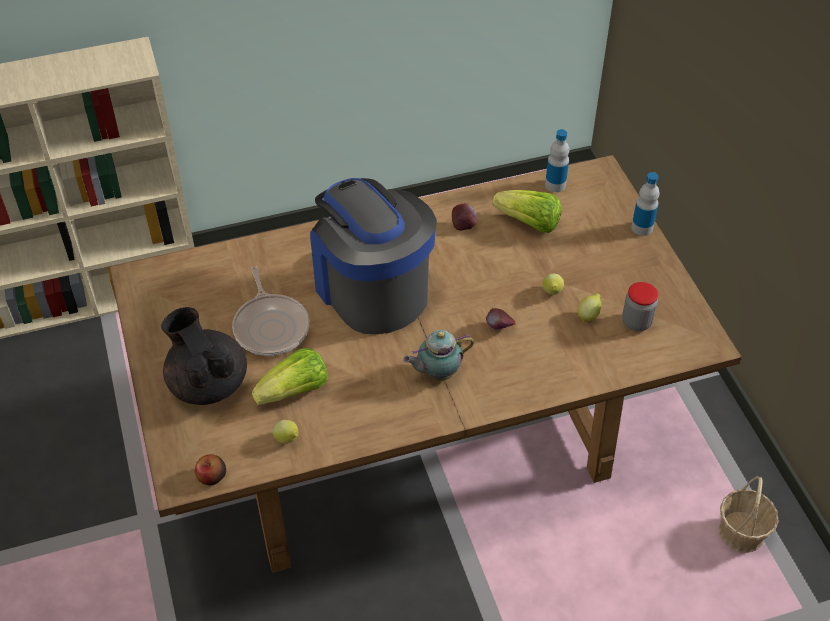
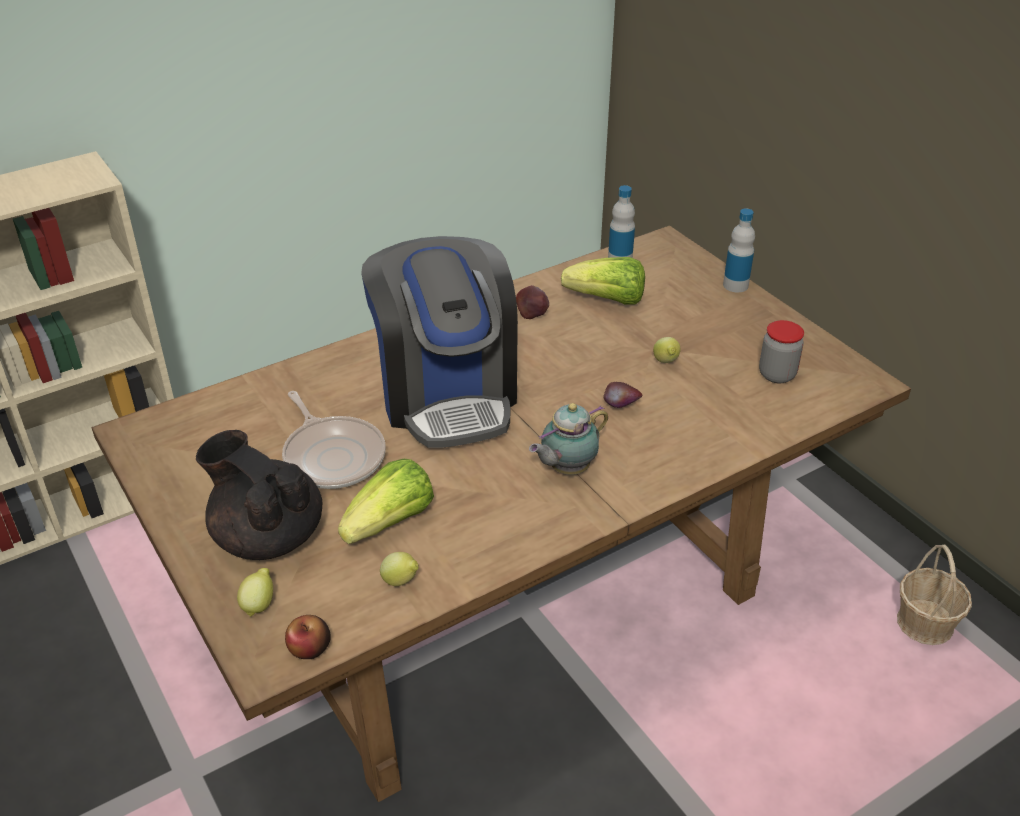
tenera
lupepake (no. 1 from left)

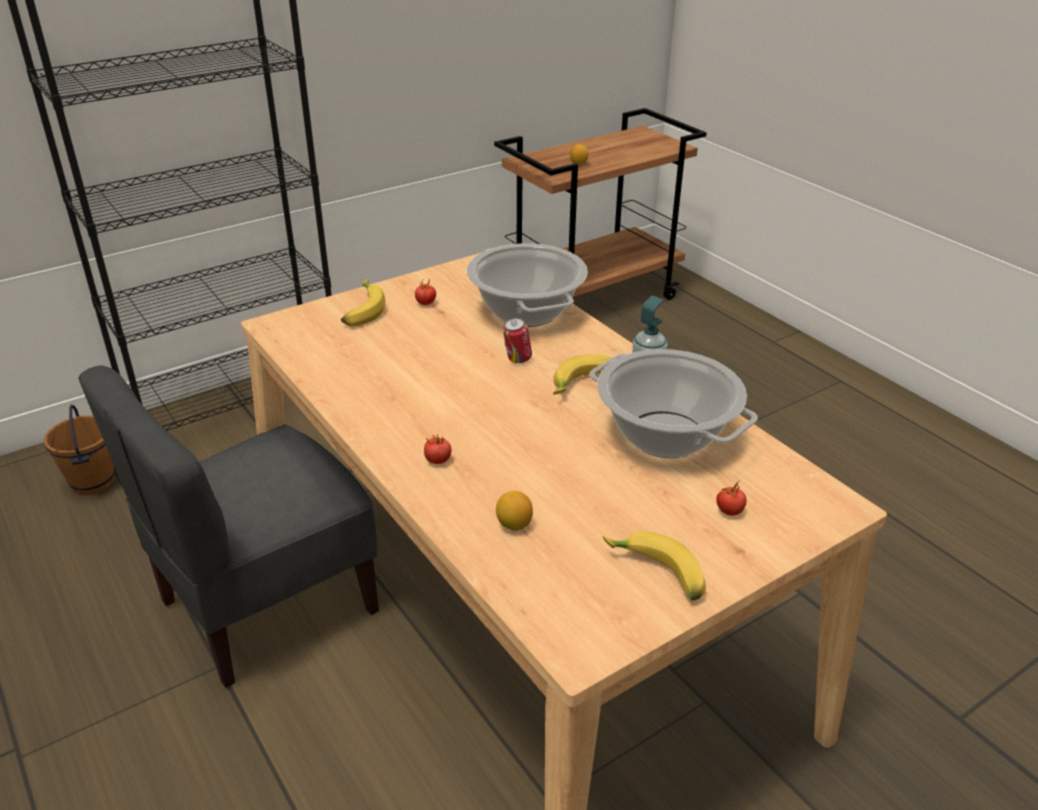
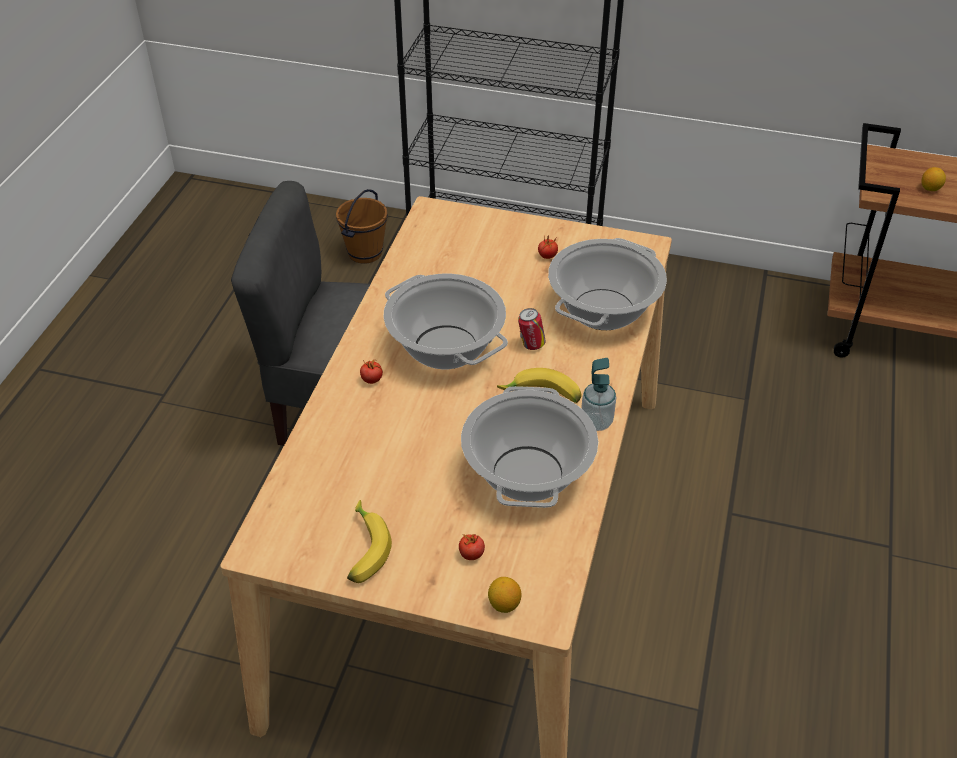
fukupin (no. 1 from left in the first image)
lupepake (no. 1 from left)
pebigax (no. 1 from left)

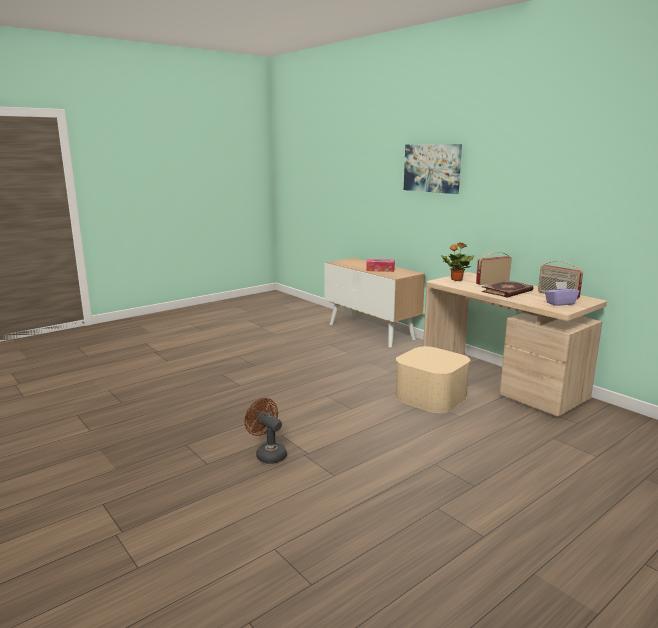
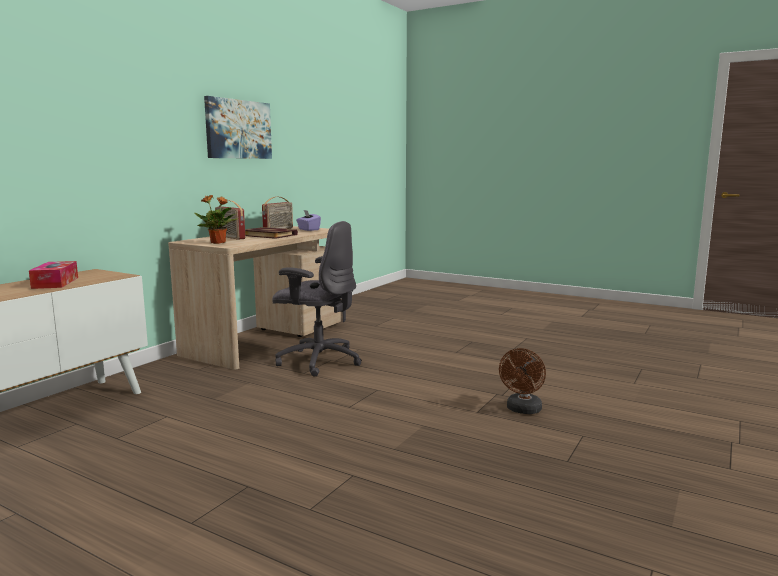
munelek
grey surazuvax

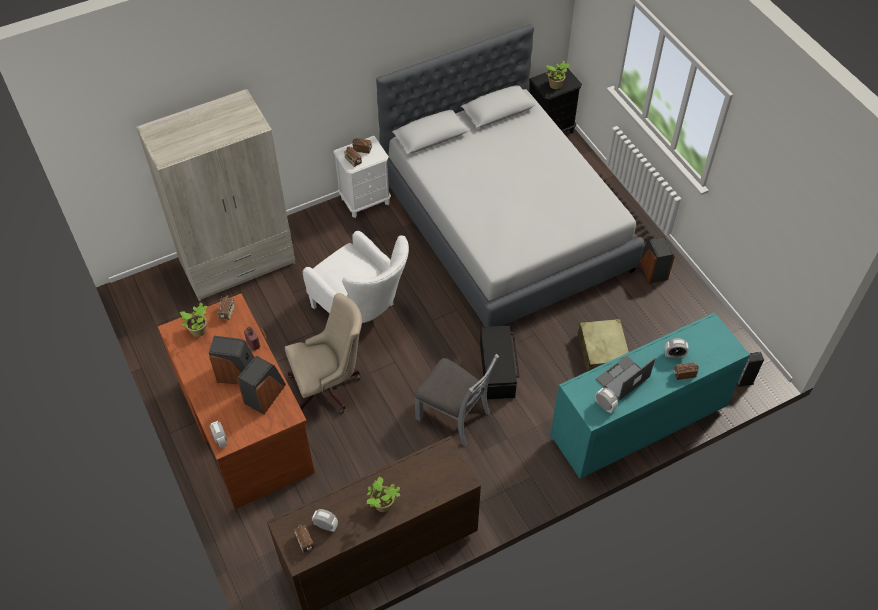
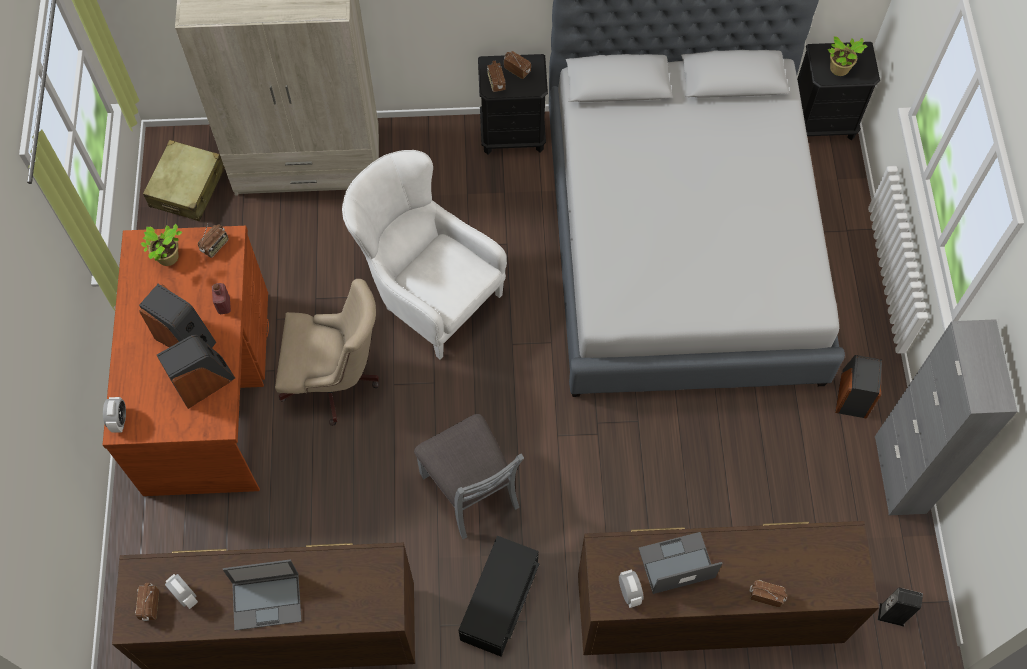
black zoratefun (no. 1 from left)
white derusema
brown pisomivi (no. 2 from left)
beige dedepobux
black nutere
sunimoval (no. 4 from left in the first image)
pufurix (no. 1 from left)
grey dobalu

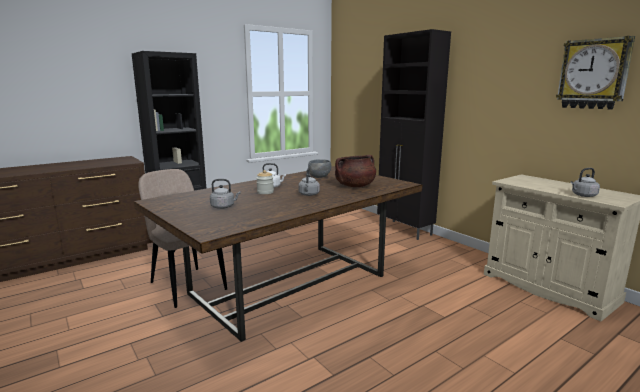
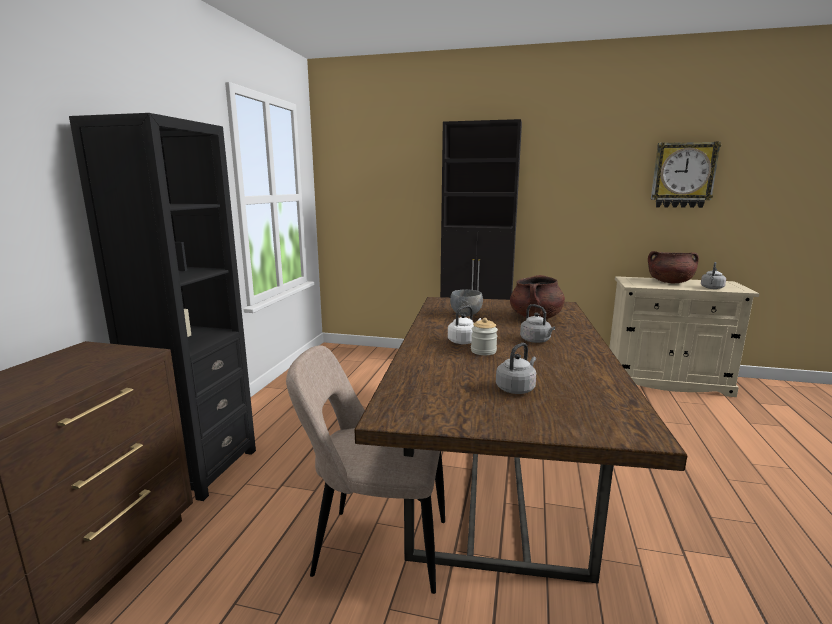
brown pebigax (no. 2 from left)

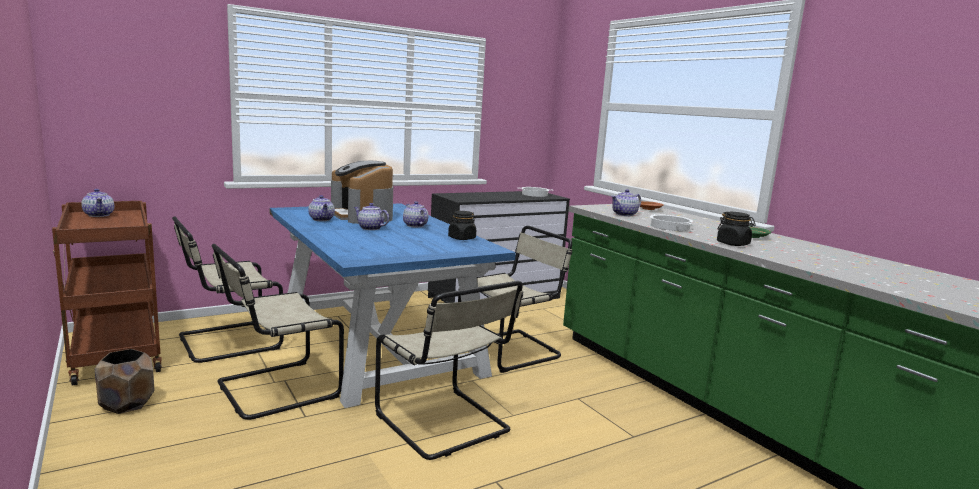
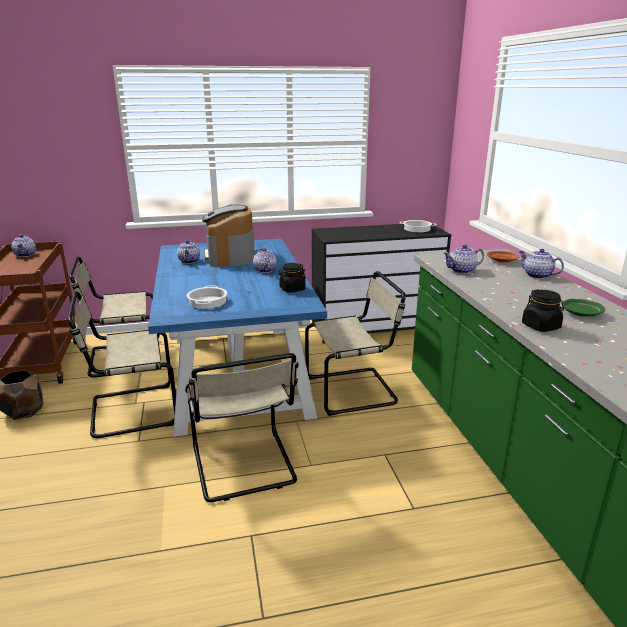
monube (no. 5 from left)
pebigax (no. 1 from left)

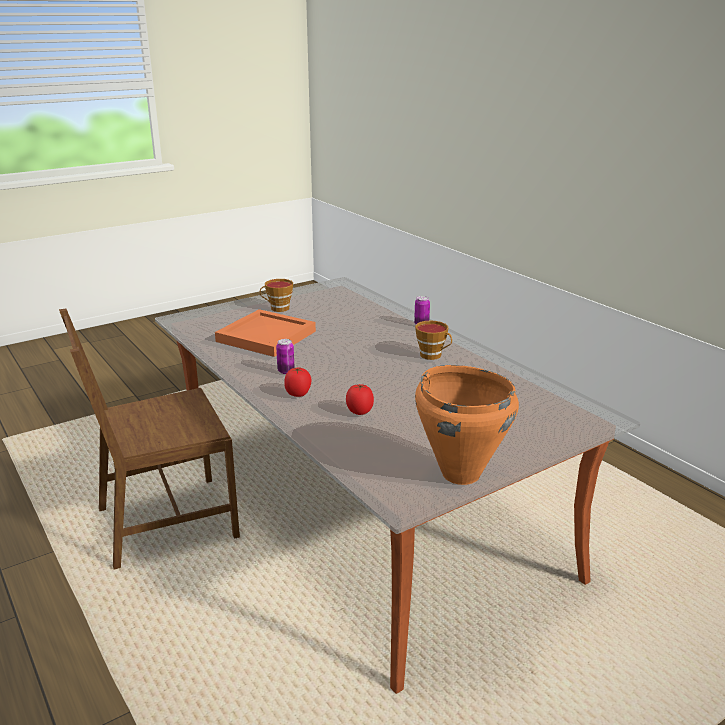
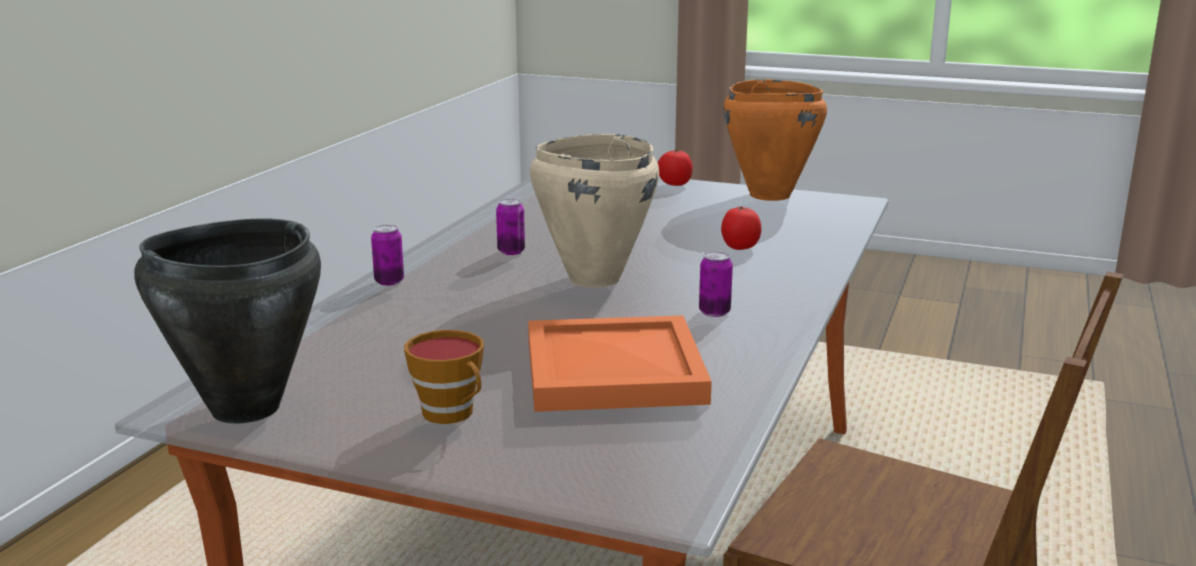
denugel (no. 2 from left)
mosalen (no. 1 from left)
beige pebigax
black pebigax

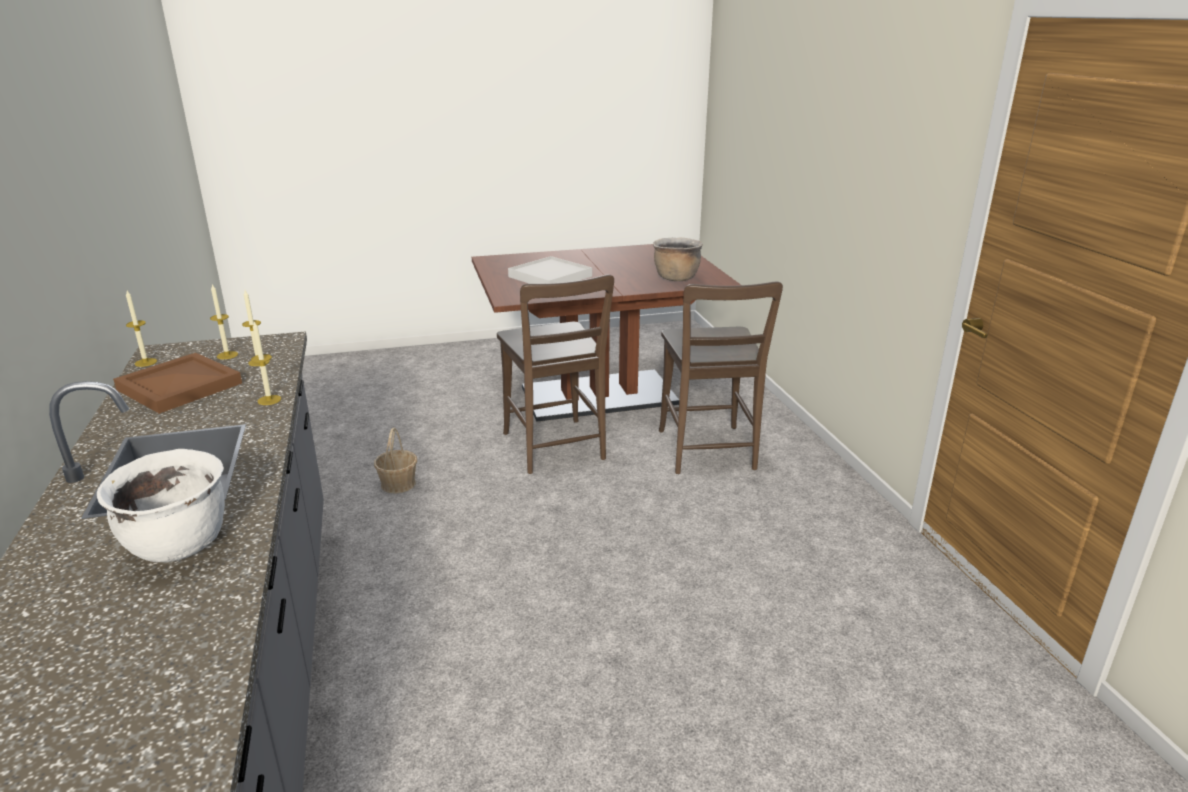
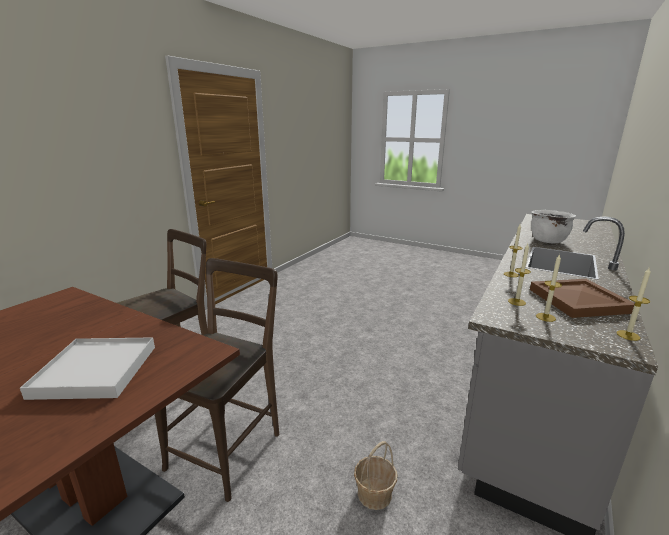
brown pebigax

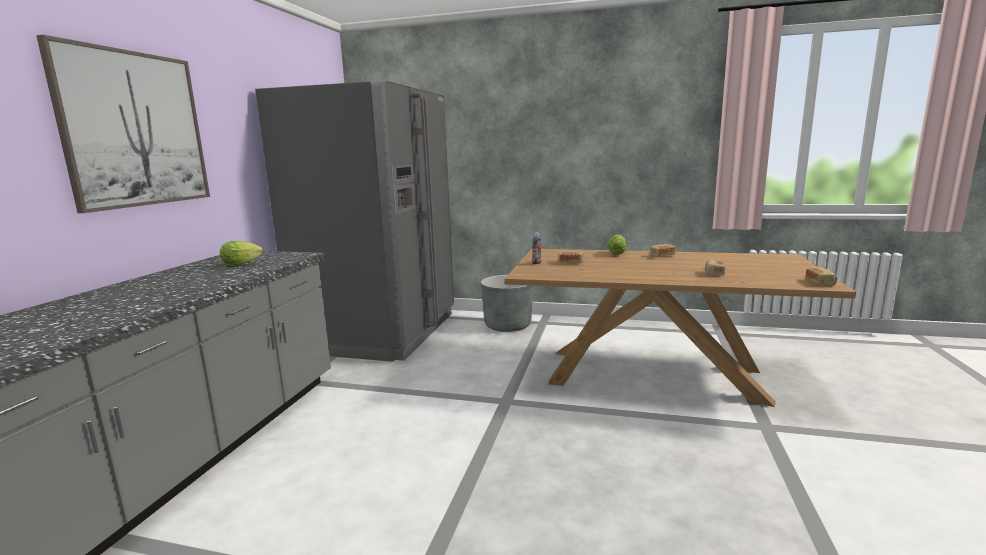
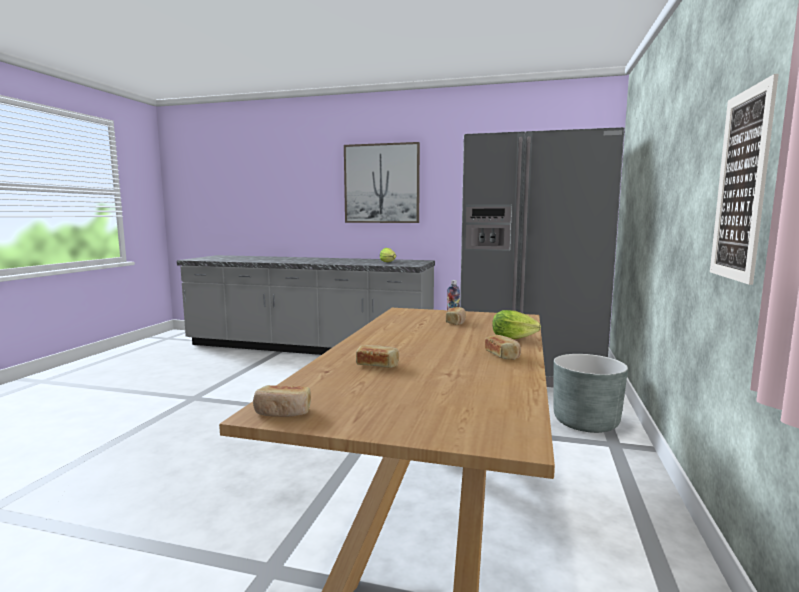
munelek (no. 2 from left)

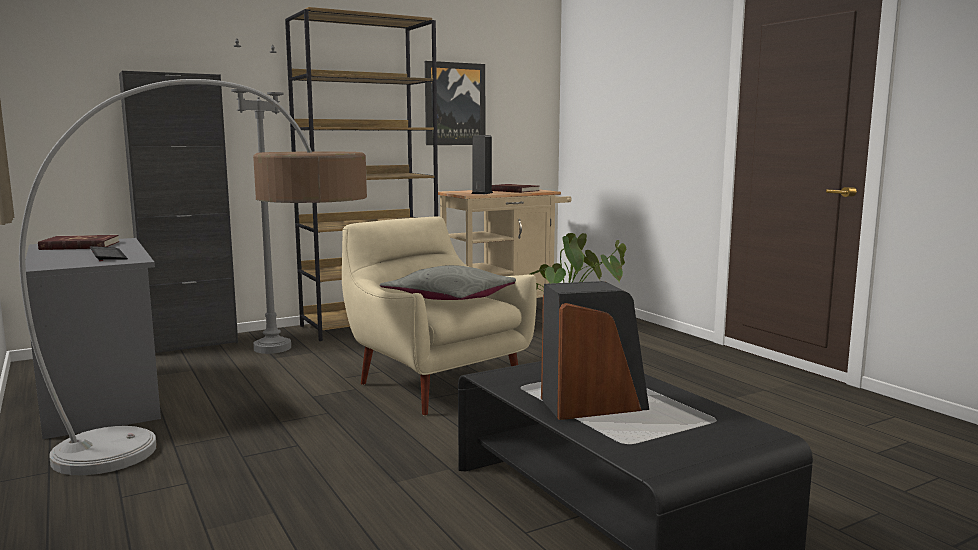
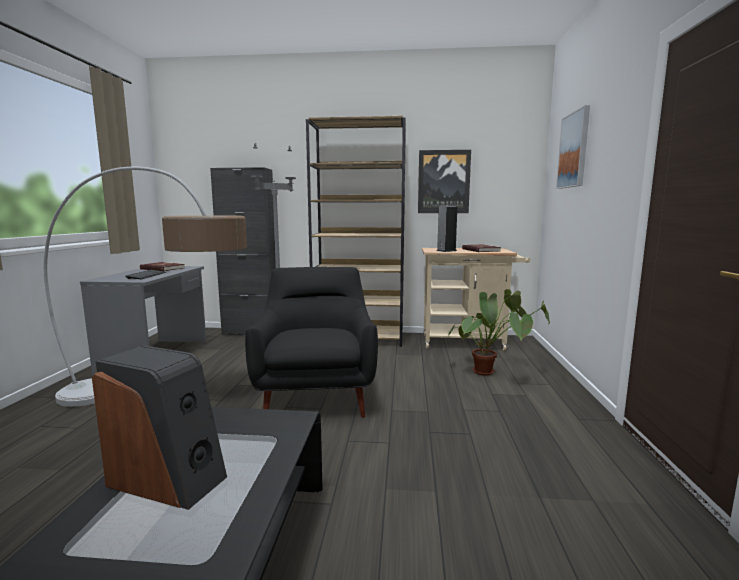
black derusema
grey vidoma
munelek (no. 2 from left)

